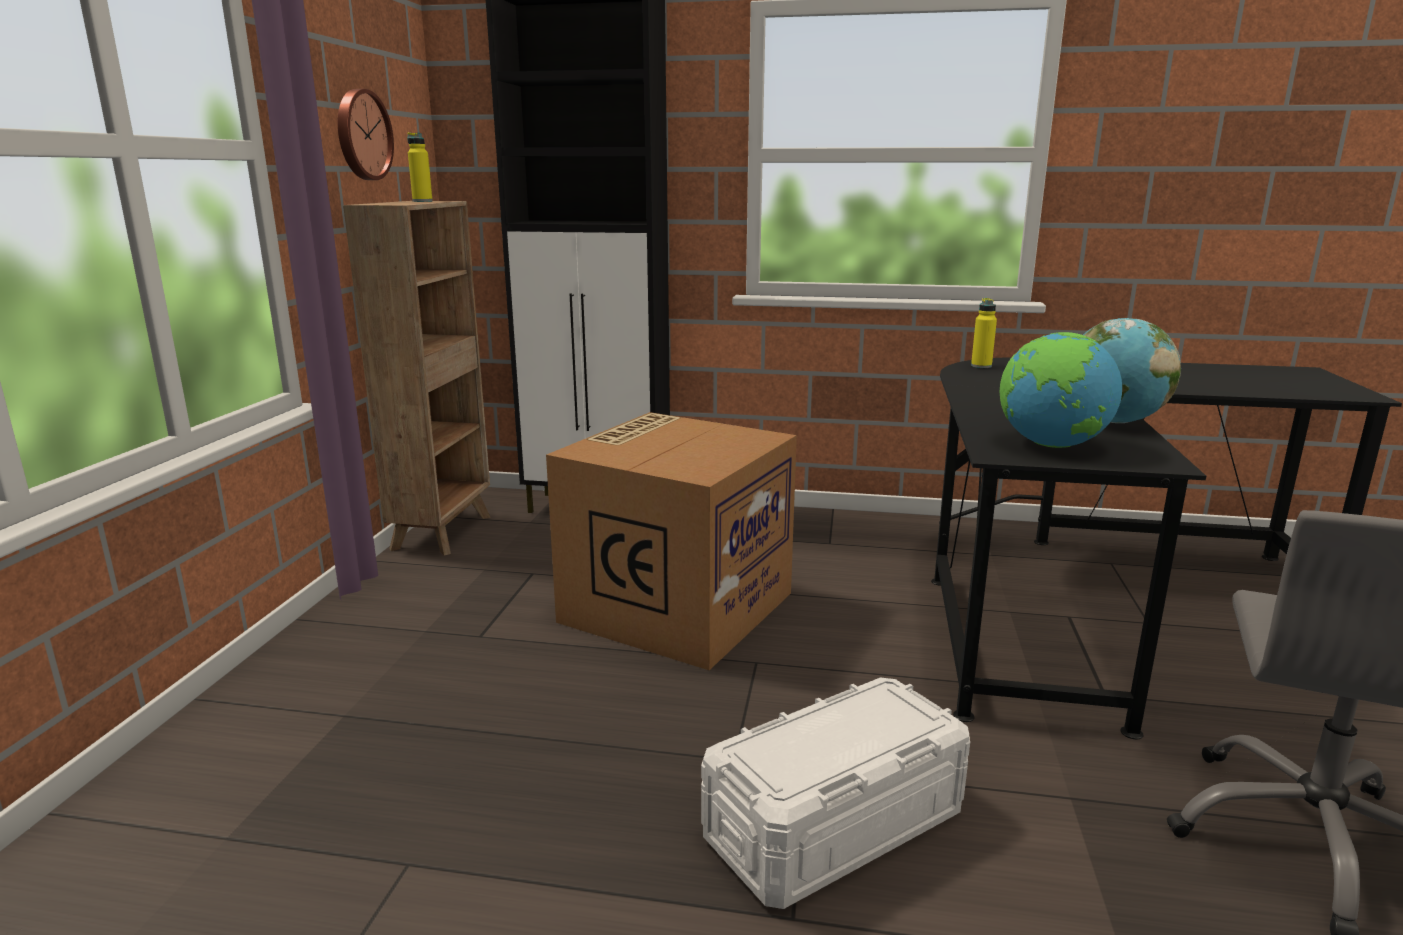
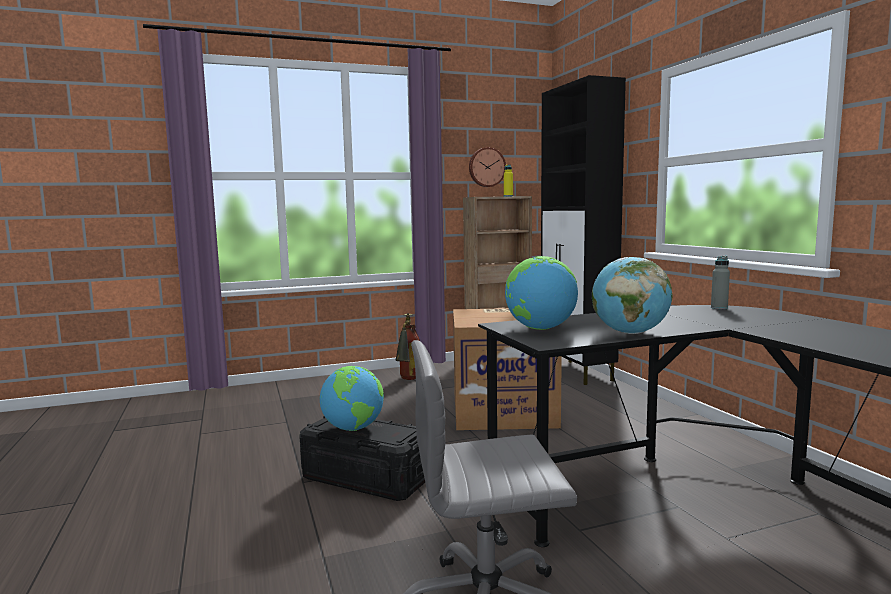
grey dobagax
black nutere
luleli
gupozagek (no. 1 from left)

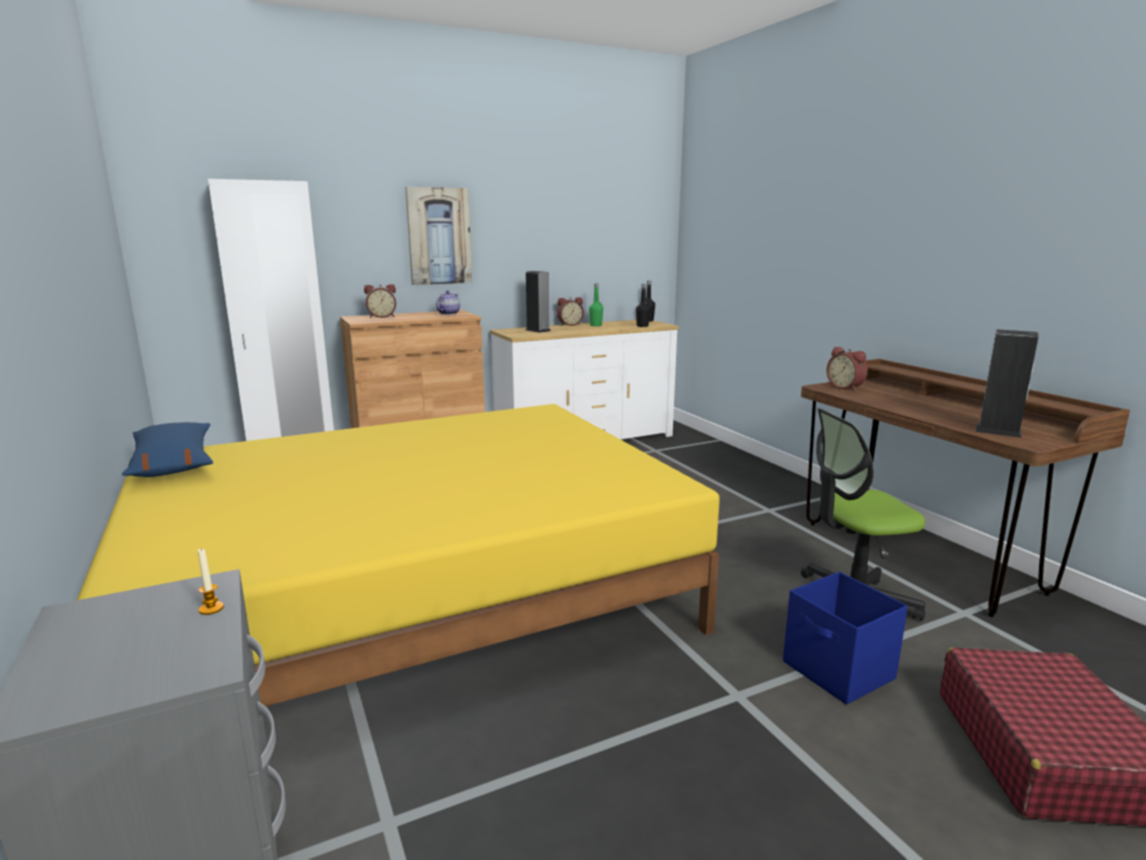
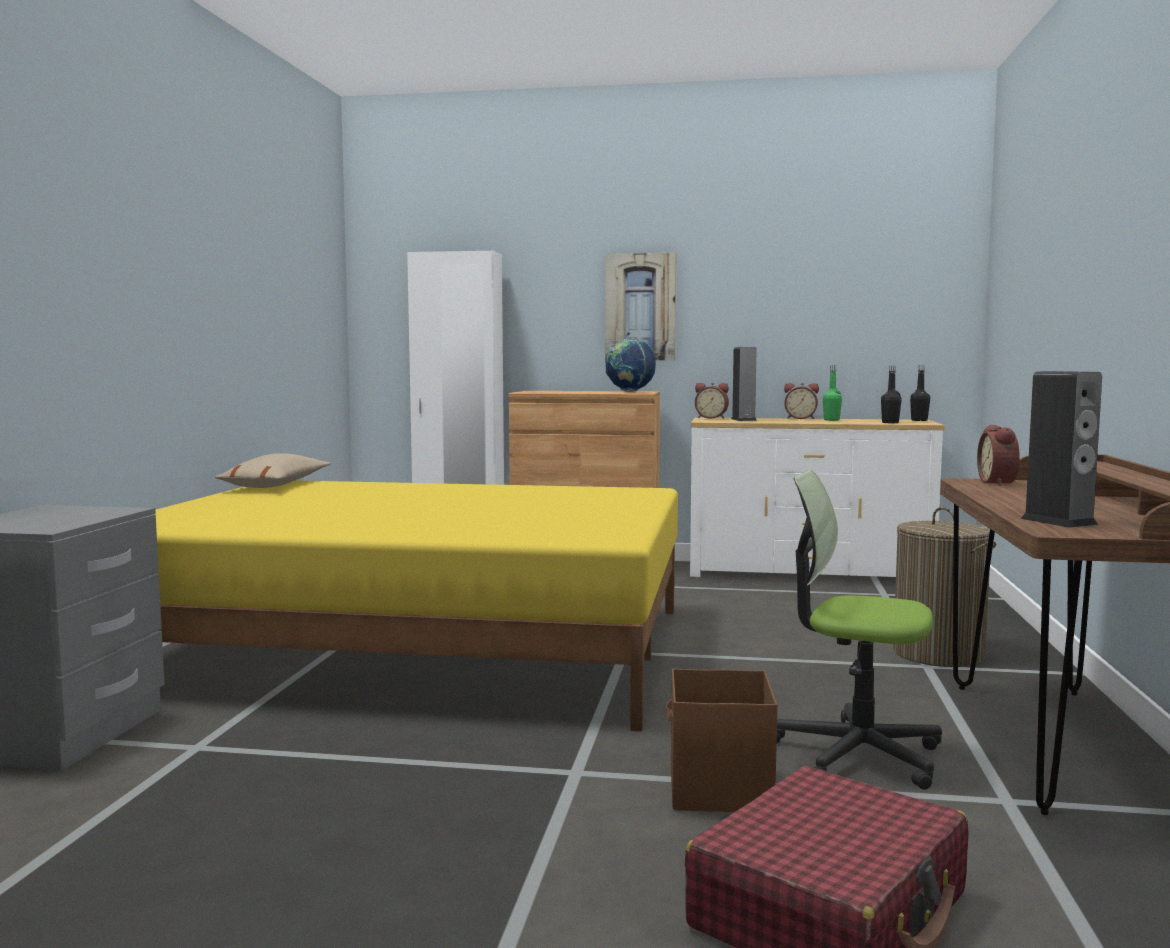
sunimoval (no. 1 from left)
gupozagek
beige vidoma
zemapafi
brown nutere
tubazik

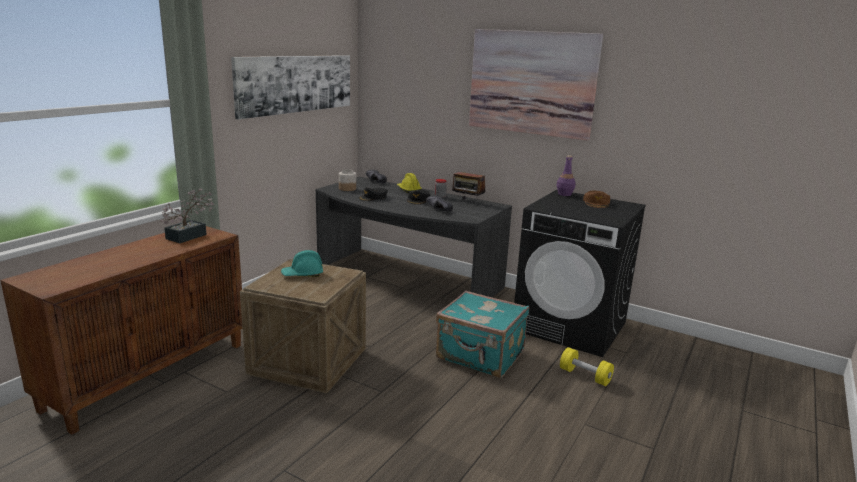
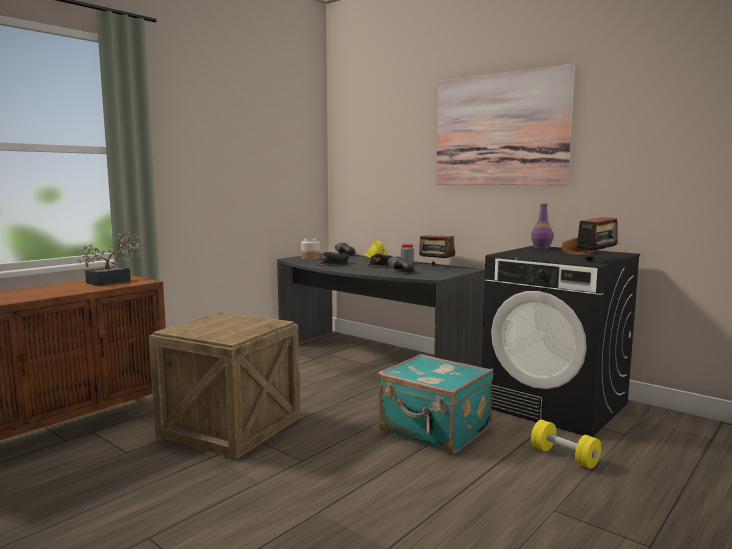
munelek (no. 1 from left in the first image)
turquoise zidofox
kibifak (no. 2 from left)

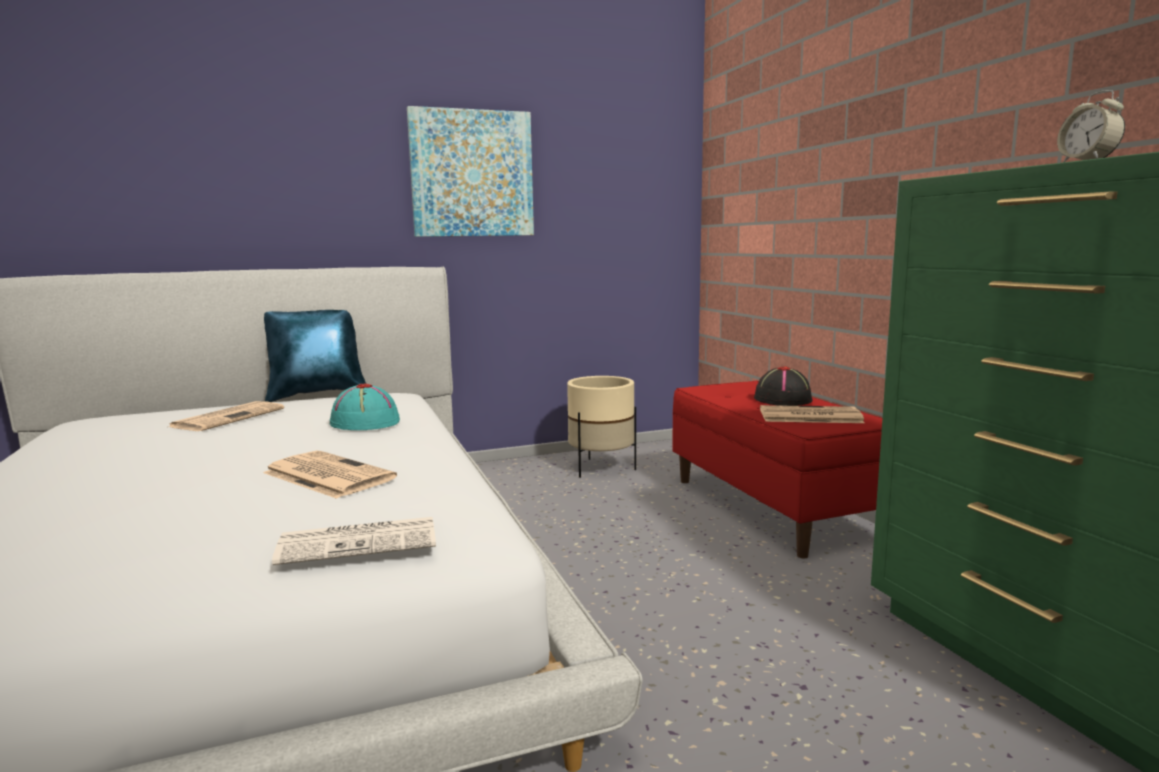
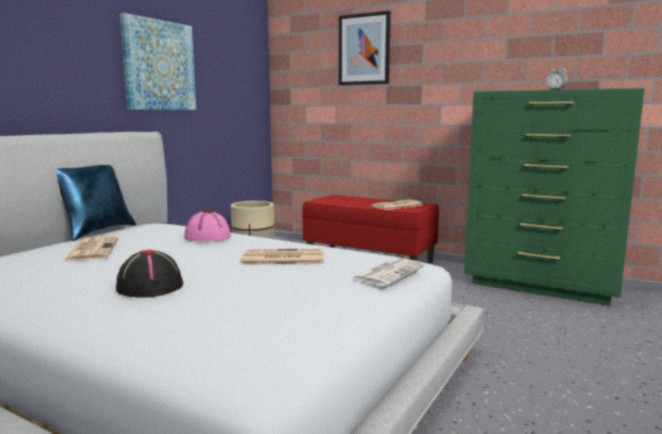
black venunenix
pink venunenix
munelek (no. 2 from left)

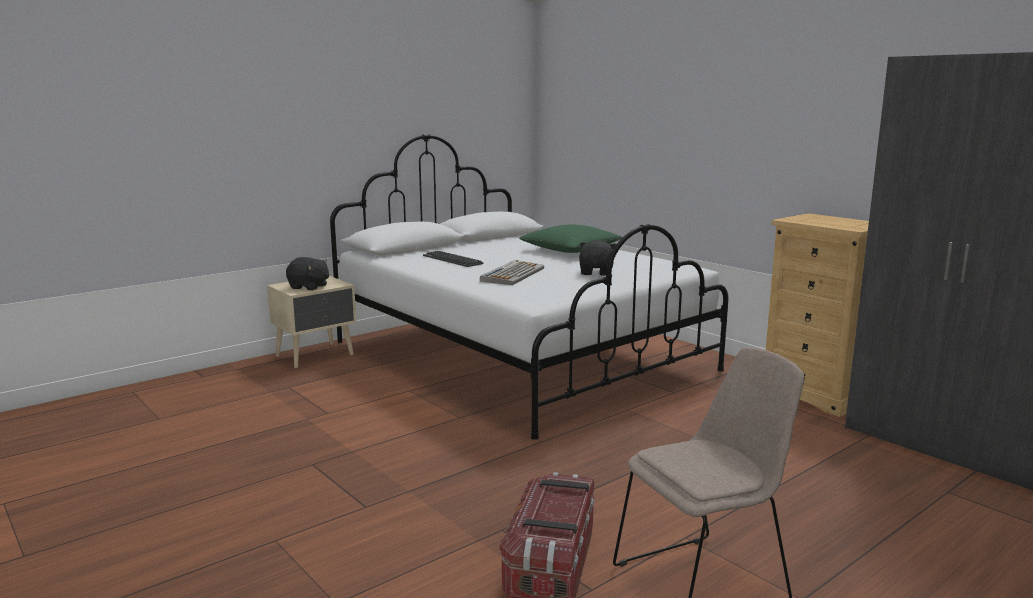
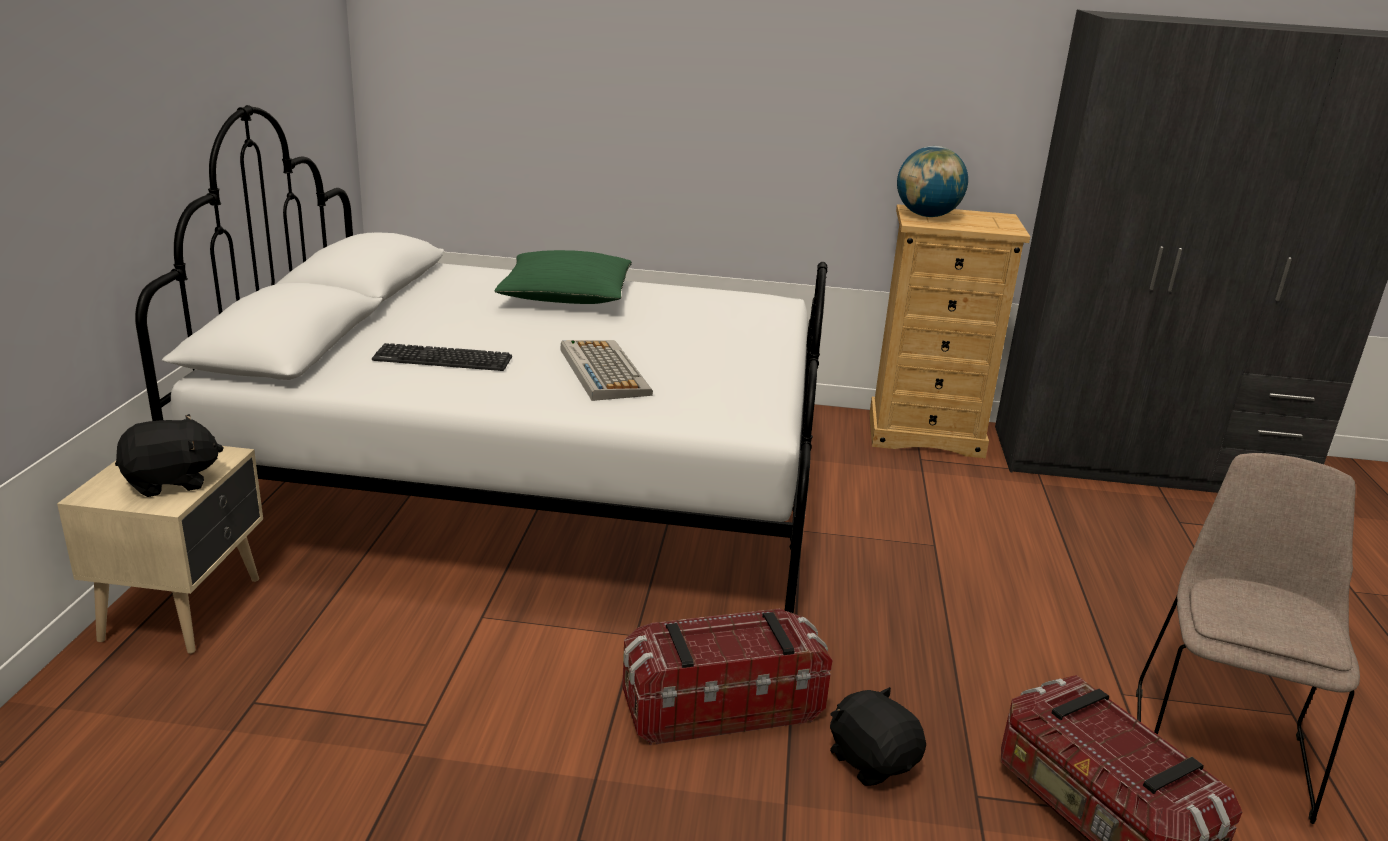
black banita (no. 2 from left)
gupozagek
nutere (no. 1 from left)

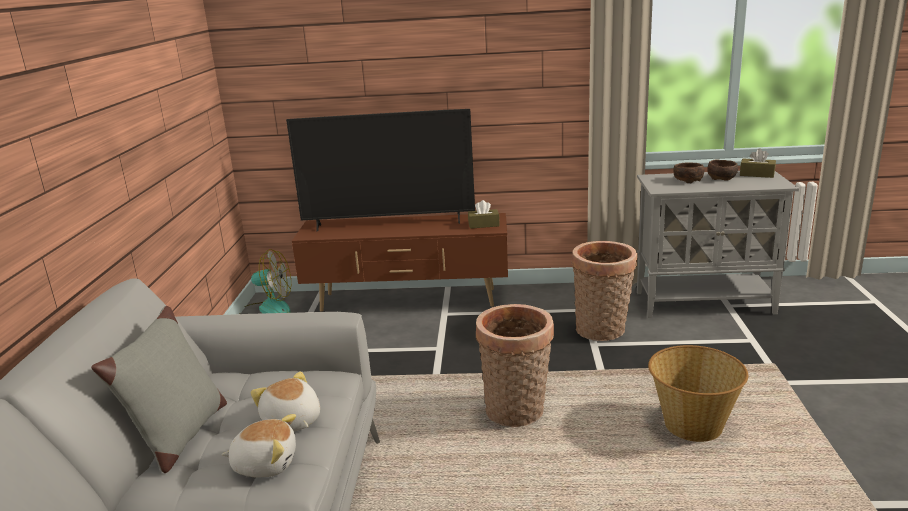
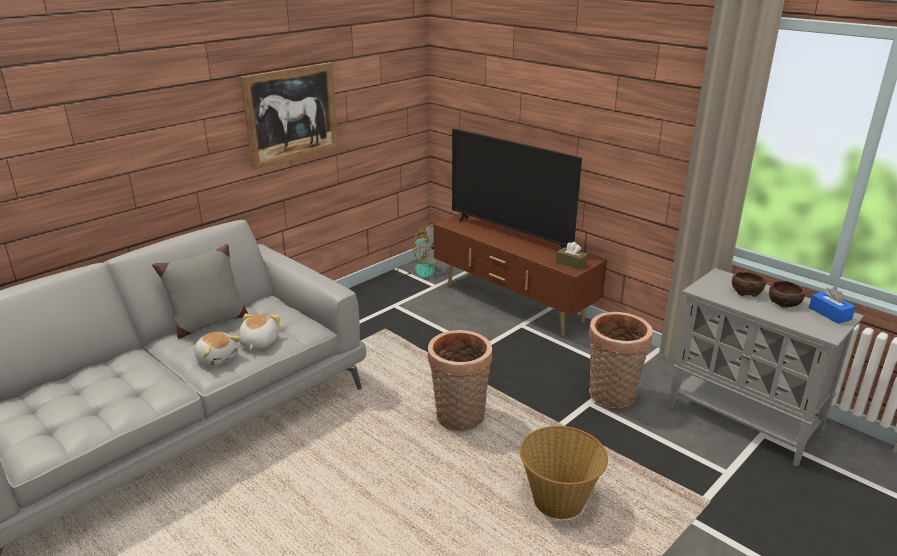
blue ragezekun
munelek

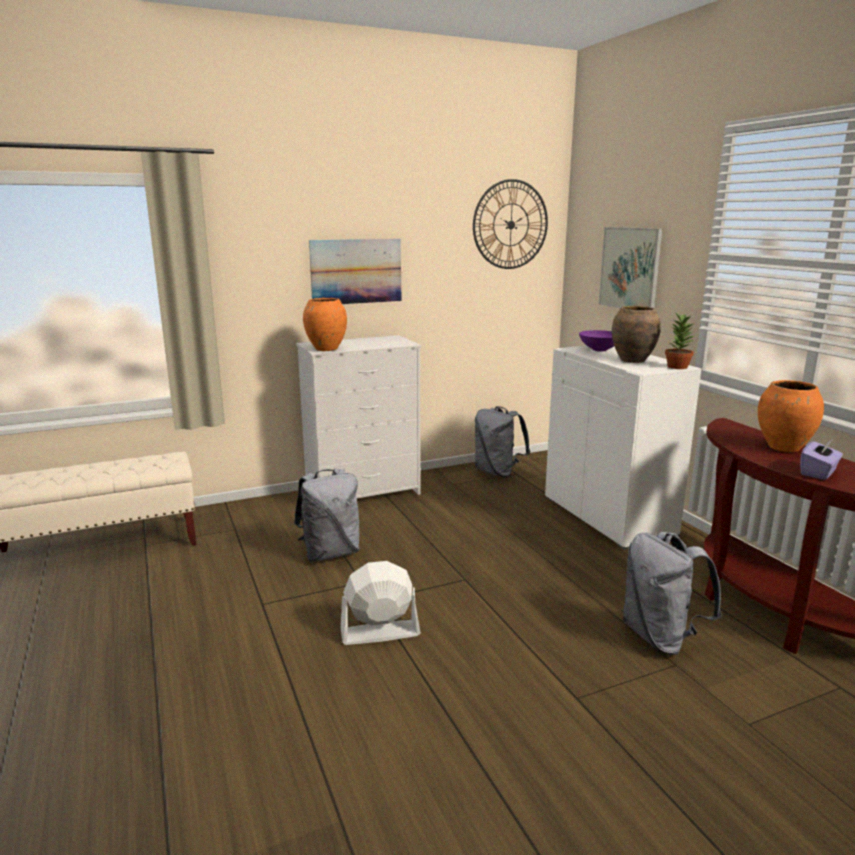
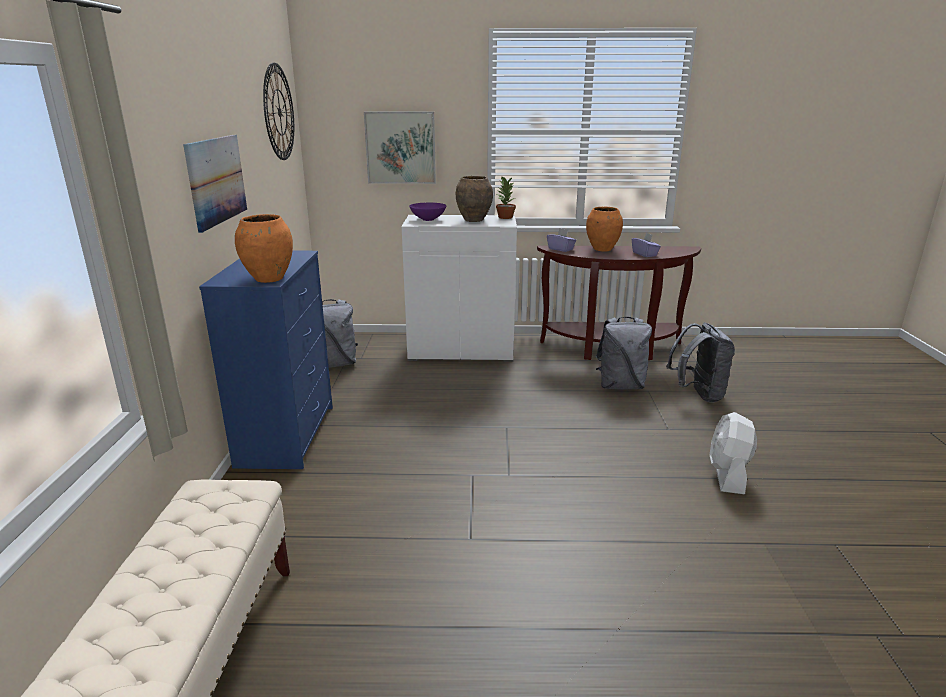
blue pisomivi
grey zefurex (no. 3 from left)
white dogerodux
purple ragezekun (no. 1 from left)

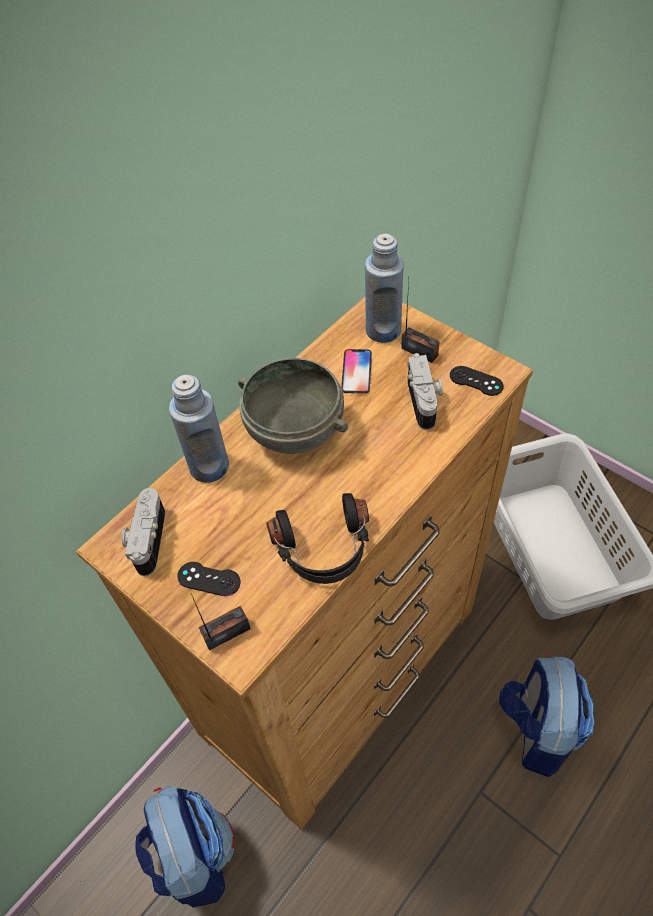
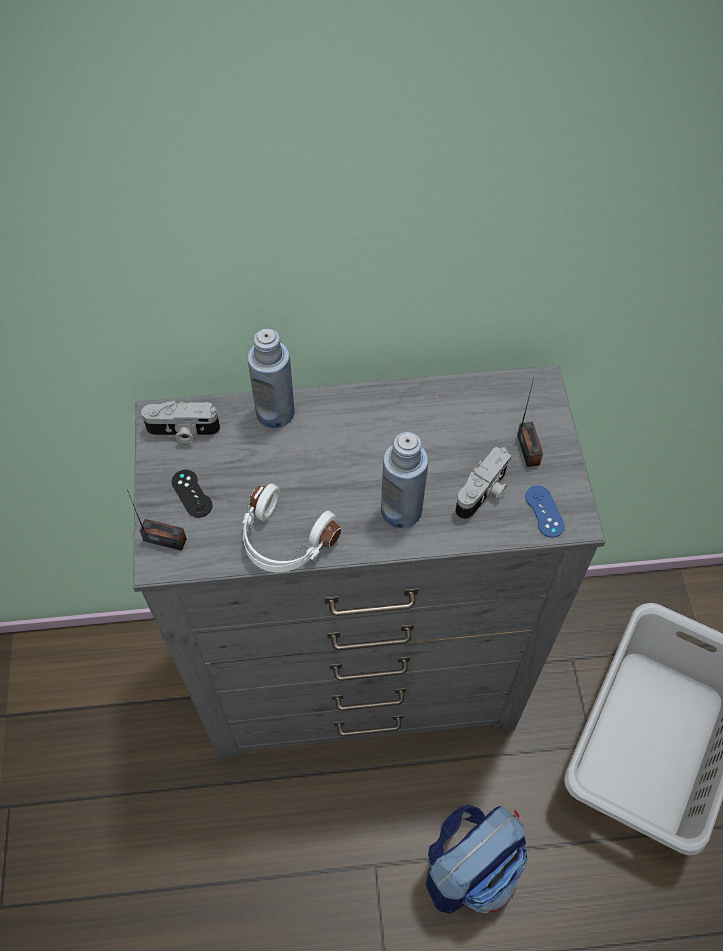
blue dobagax (no. 2 from left)
grey pisomivi
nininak
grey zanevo
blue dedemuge
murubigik (no. 1 from left)
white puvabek
zefurex (no. 1 from left in the first image)

